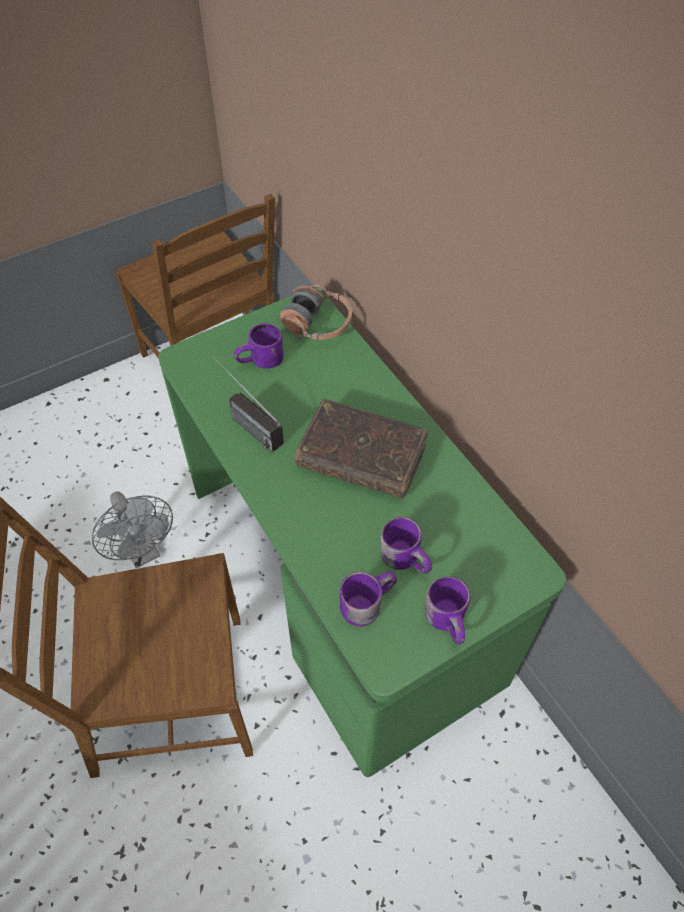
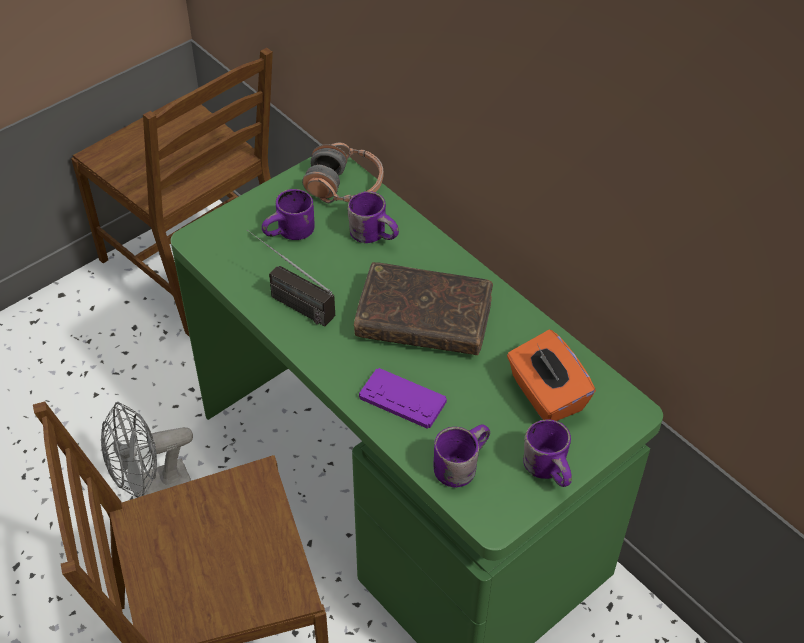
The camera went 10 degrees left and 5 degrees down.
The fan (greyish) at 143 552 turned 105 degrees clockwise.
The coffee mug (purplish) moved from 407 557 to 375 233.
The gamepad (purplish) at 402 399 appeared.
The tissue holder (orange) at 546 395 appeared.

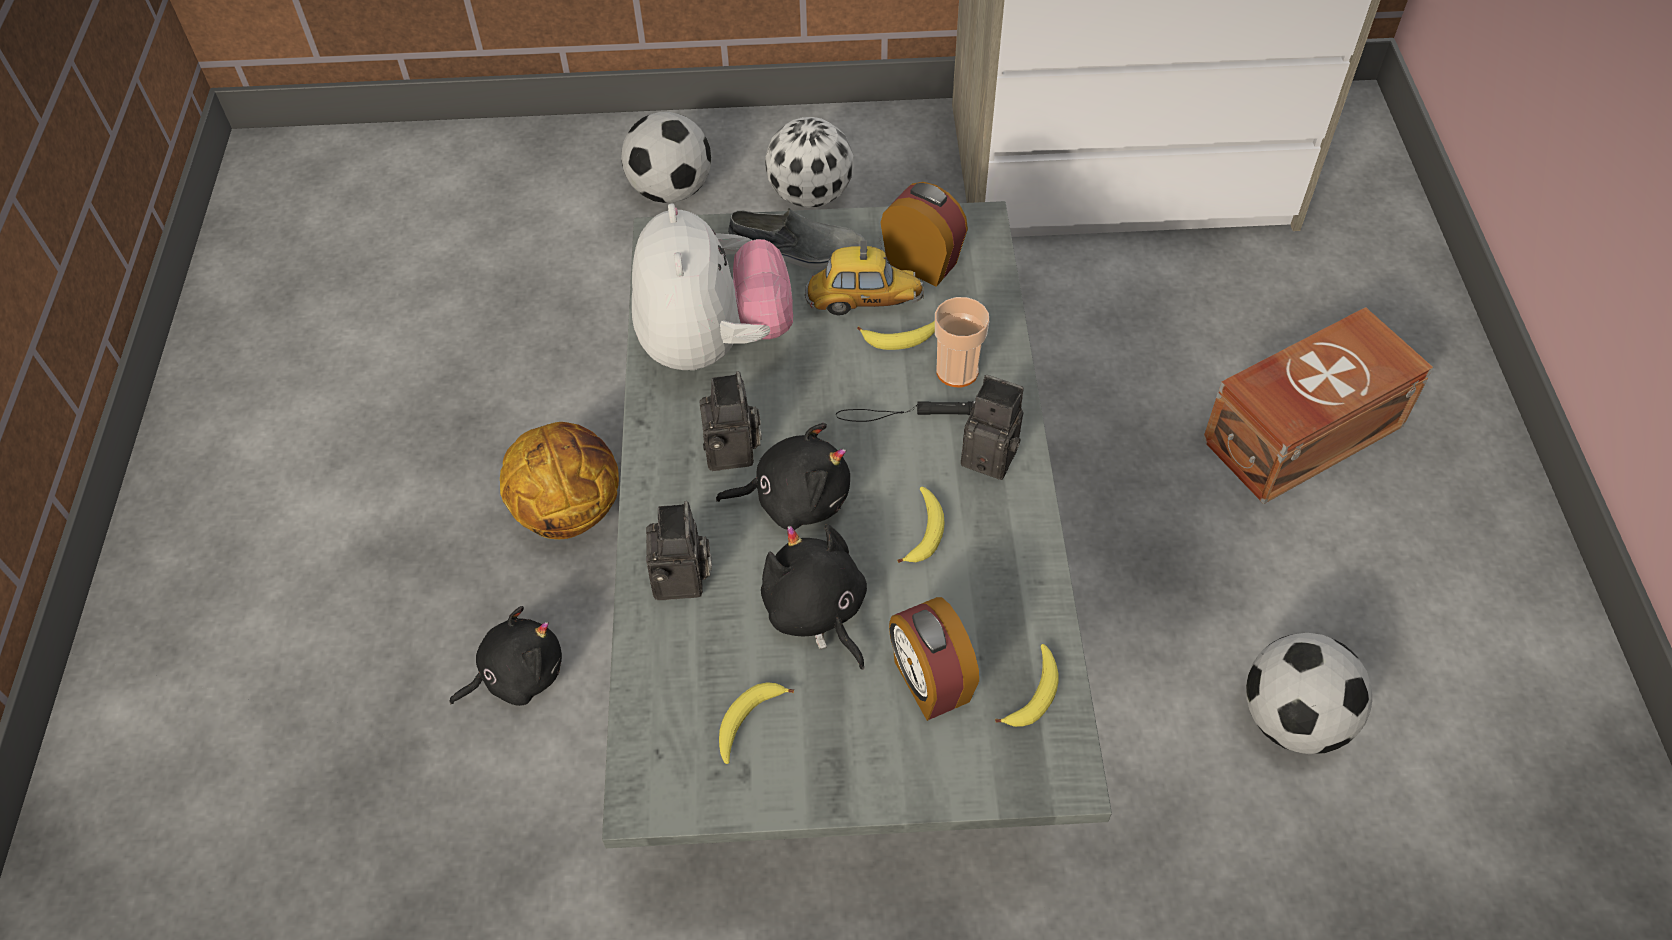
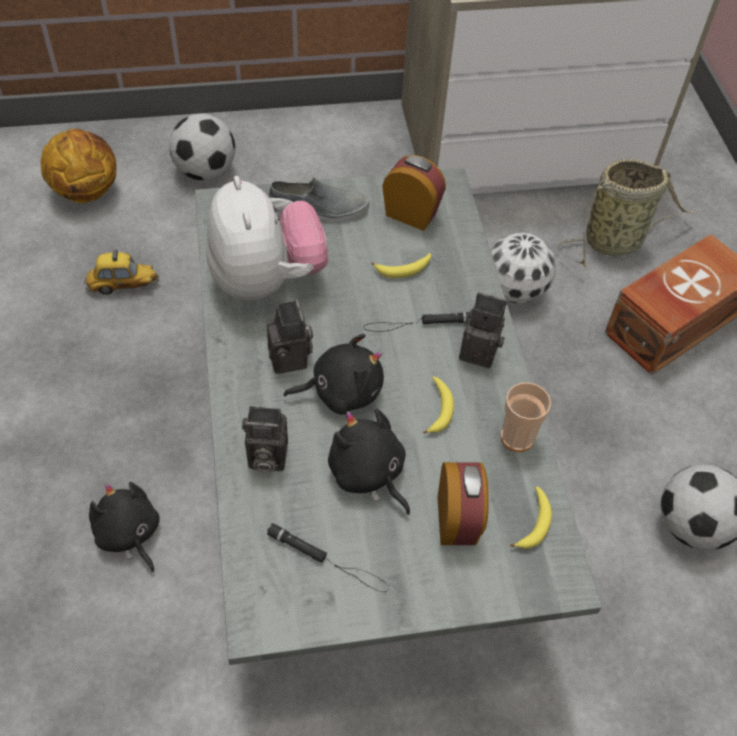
The camera went 10 degrees left and 0 degrees up.
The cuddly toy (black-coloured) at 517 675 turned 90 degrees counterclockwise.
The ball for basketball moved from 569 510 to 86 191.
The still camera at 682 581 turned 105 degrees clockwise.
The banana at 748 722 was replaced by the hand torch (black-coloured) at 328 560.
The ball for football moved from 812 196 to 515 291.
The miniature car moved from 864 302 to 123 285.
The bedside clock at 929 682 turned 150 degrees counterclockwise.
The cup moved from 957 371 to 517 437.
The storage basket at 616 241 appeared.

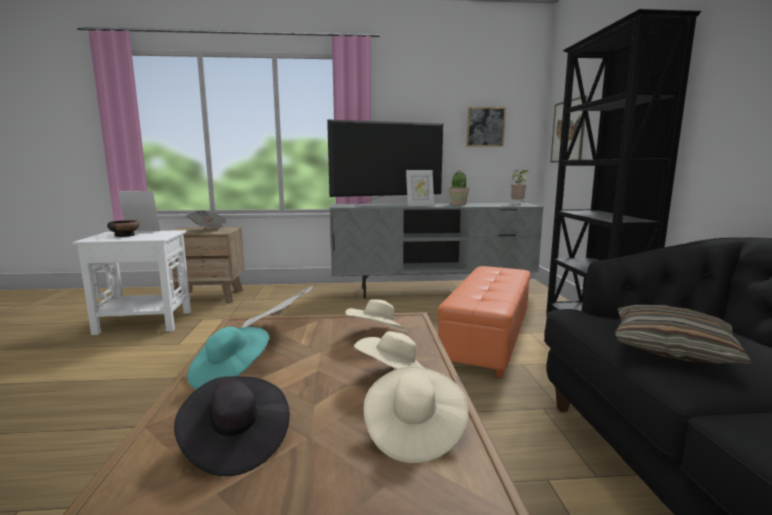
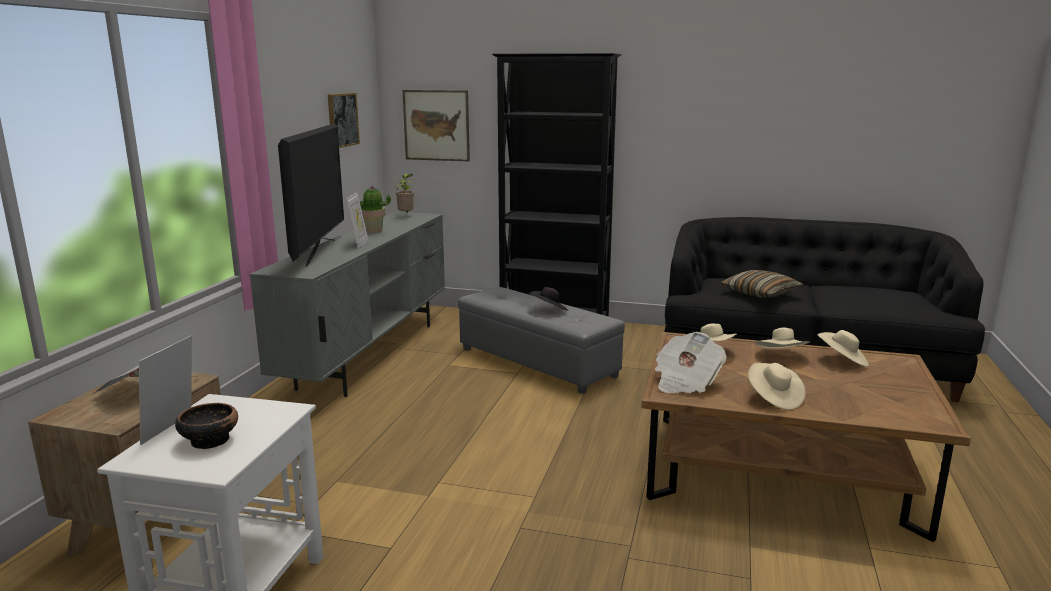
The camera went 70 degrees left and 5 degrees up.
The hat (black-coloured) moved from 235 443 to 549 310.
The hat (turquoise-coloured) at 229 374 became the hat (beige) at 774 398.
The pouffe (orange) at 489 339 became the pouffe (greyish) at 538 362.

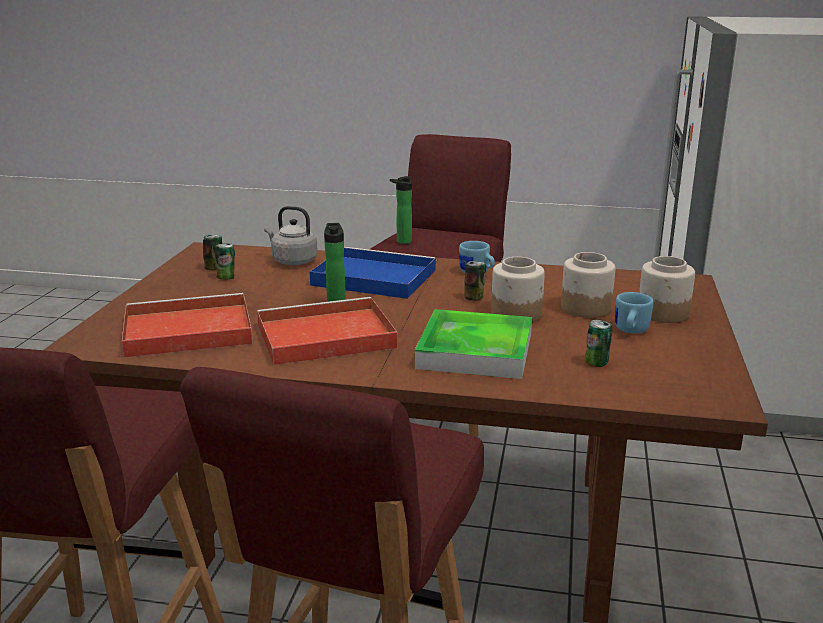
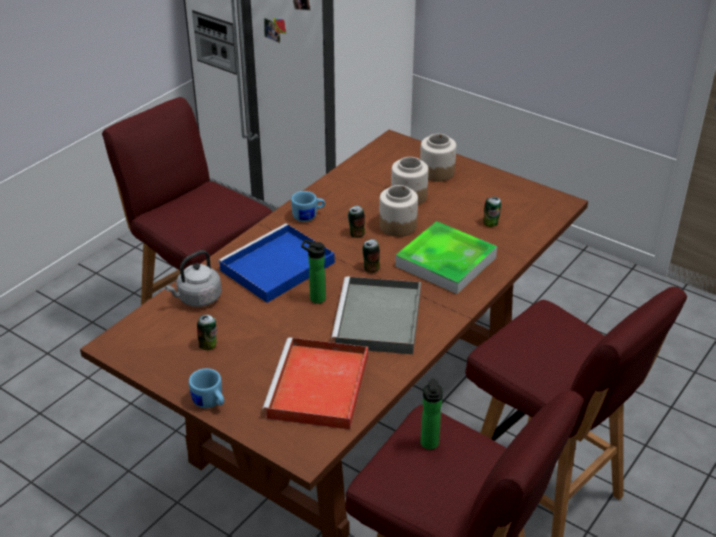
The camera went 65 degrees left and 15 degrees up.
The can moved from 214 268 to 371 268.
The tray (reddish) at 323 337 became the tray (greyish) at 379 320.
The beverage bottle moved from 401 242 to 429 445.
The coffee mug (blue) moved from 630 331 to 210 403.

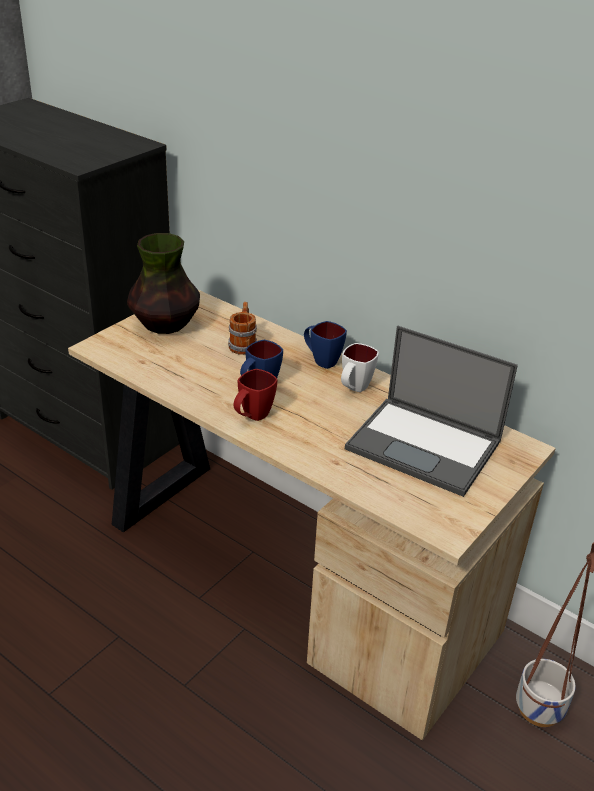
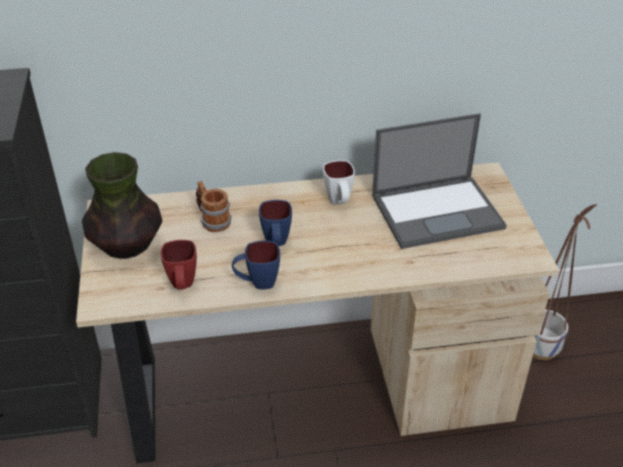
The camera went 45 degrees left and 5 degrees up.
The coffee mug (reddish) moved from 252 417 to 182 286.
The coffee mug (blue) moved from 321 360 to 257 283.

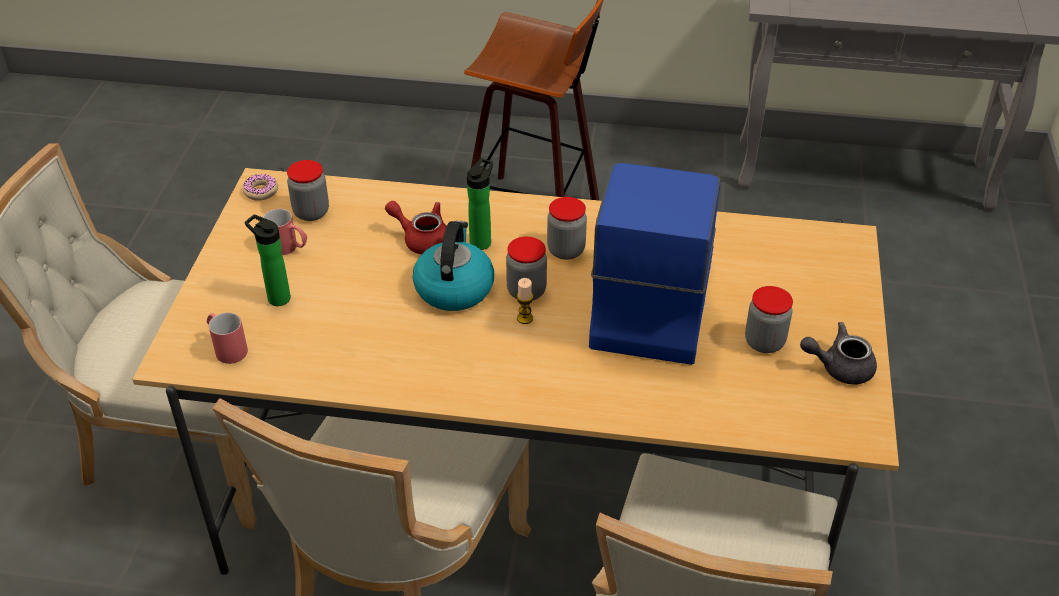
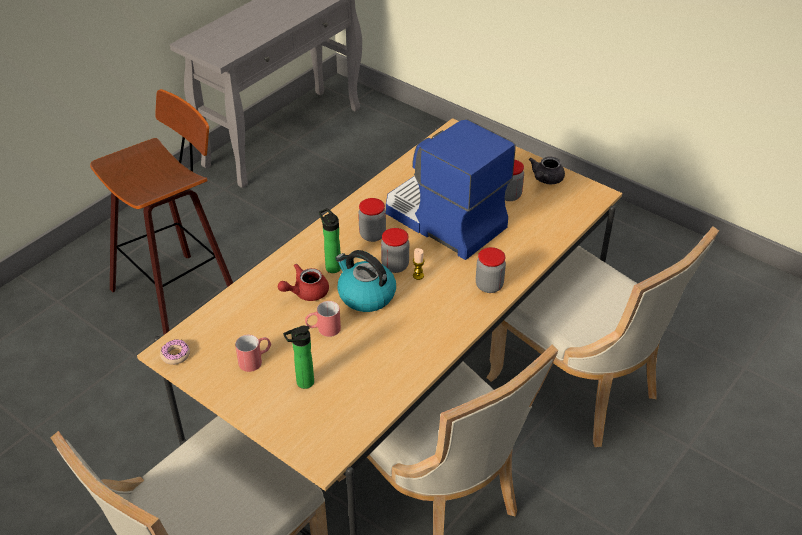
The camera went 60 degrees left and 0 degrees up.
The coffee mug (reddish) moved from 227 348 to 323 329.
The preserve jar moved from 311 212 to 489 285.

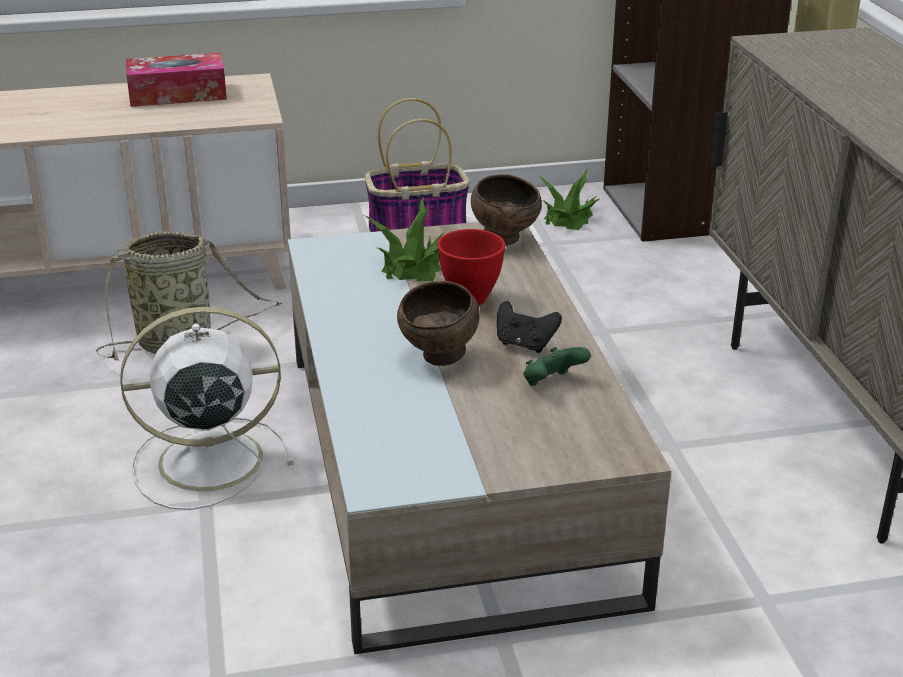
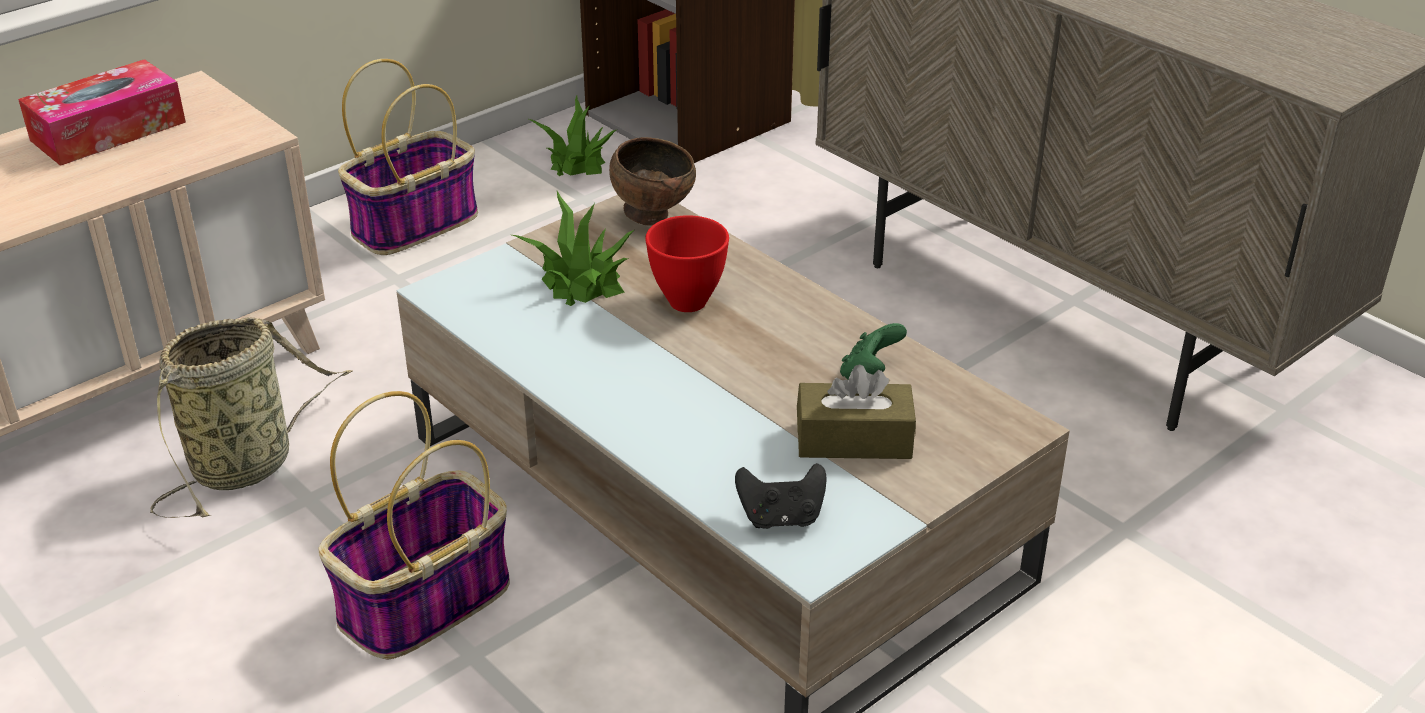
The camera went 30 degrees left and 5 degrees up.
The fan (white) at 205 461 was replaced by the storage basket at 424 604.
The serving bowl (brown) at 440 359 disappeared.
The gamepad (black-coloured) moved from 525 344 to 781 518.
The tissue holder (brown) at 854 440 appeared.

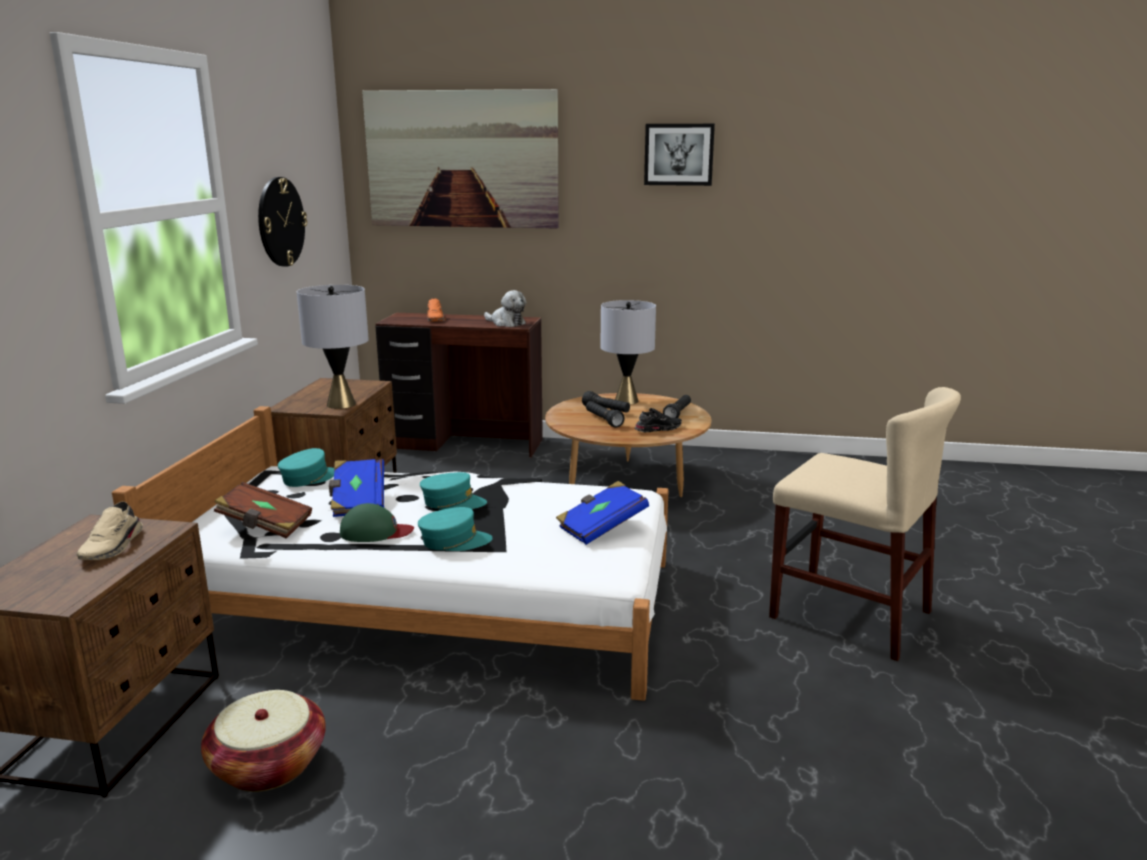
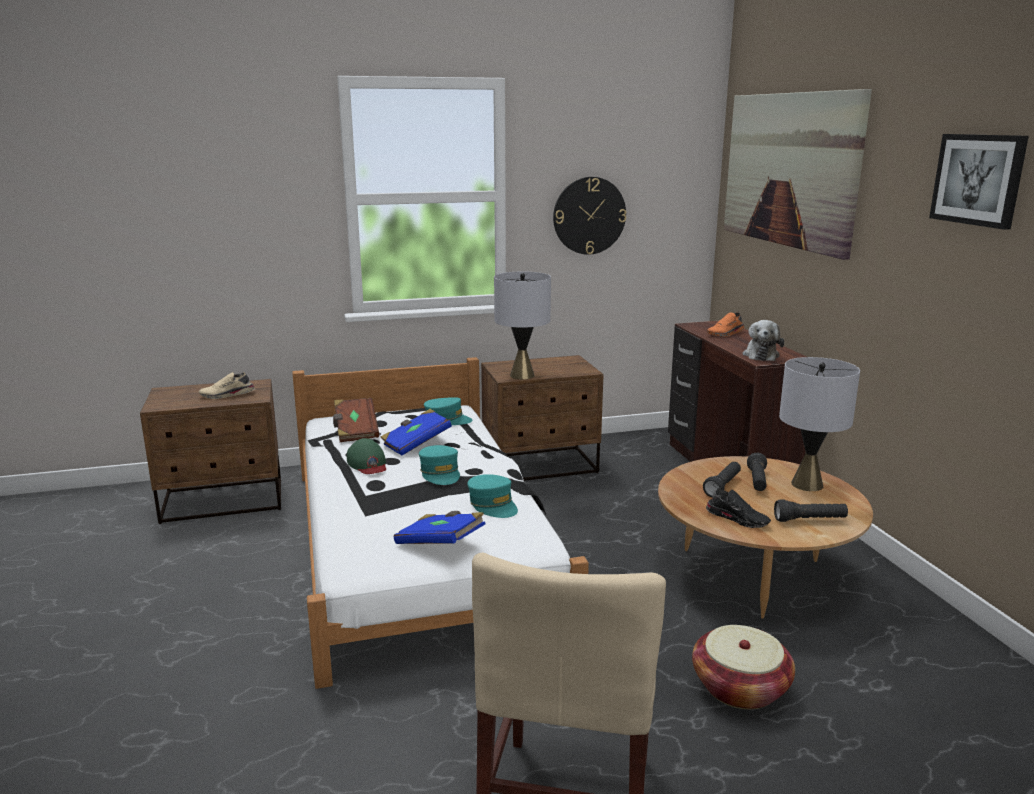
The camera went 65 degrees right and 0 degrees up.
The storage basket moved from 268 765 to 740 688.
The cap (turquoise-coloured) moved from 454 541 to 493 505.

